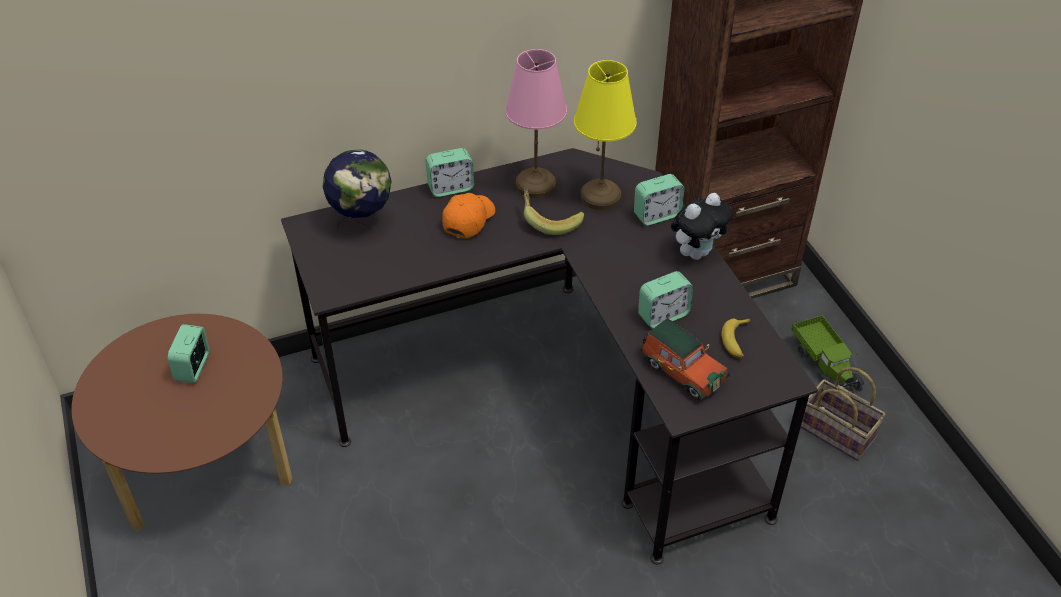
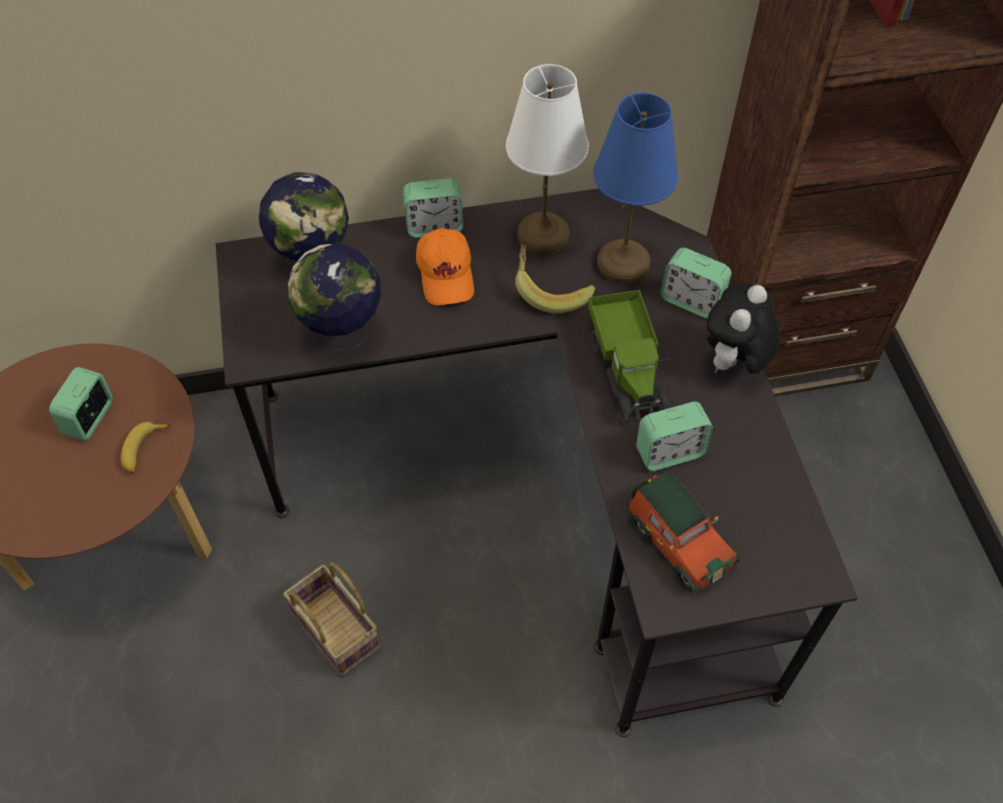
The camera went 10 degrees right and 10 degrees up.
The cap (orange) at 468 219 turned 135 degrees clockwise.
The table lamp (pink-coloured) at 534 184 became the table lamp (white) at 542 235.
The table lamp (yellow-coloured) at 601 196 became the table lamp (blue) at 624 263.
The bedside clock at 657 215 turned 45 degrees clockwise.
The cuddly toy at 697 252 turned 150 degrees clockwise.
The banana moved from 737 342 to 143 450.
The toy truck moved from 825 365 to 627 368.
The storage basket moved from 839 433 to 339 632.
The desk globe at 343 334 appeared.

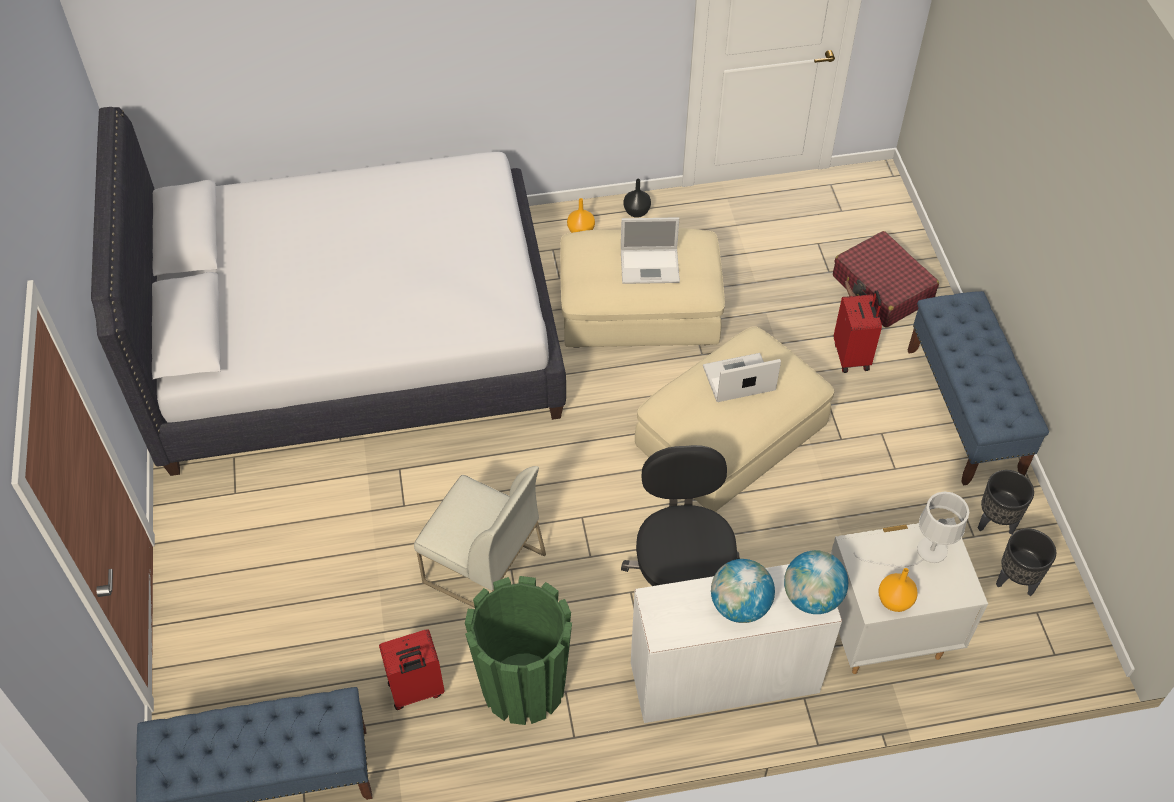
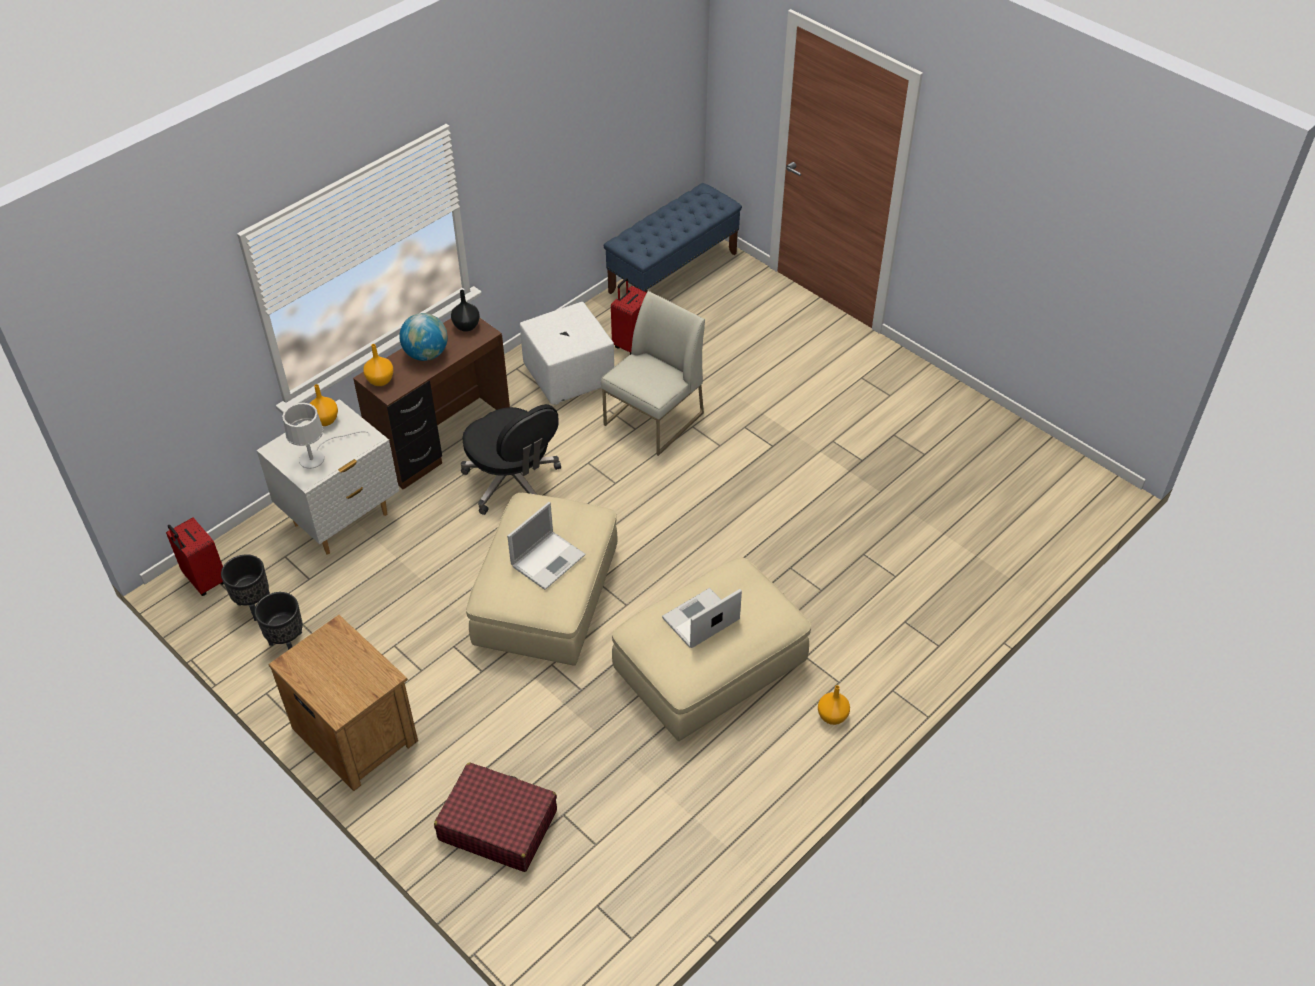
The camera went 145 degrees right and 5 degrees down.
The bedroom bed (white) at 354 342 disappeared.
The chair (white) at 483 568 turned 135 degrees clockwise.
The planter (green) at 523 686 was replaced by the pouffe (white) at 569 376.
The flower vase (black-coloured) moved from 636 212 to 467 326.
The desk unit (white) at 723 676 became the desk unit (brown) at 443 442.
The desk globe at 812 597 was replaced by the flower vase (orange) at 380 380.
The piece of luggage (reddish) moved from 852 356 to 204 580.
The bench (blue) at 964 411 was replaced by the night table (brown) at 355 732.

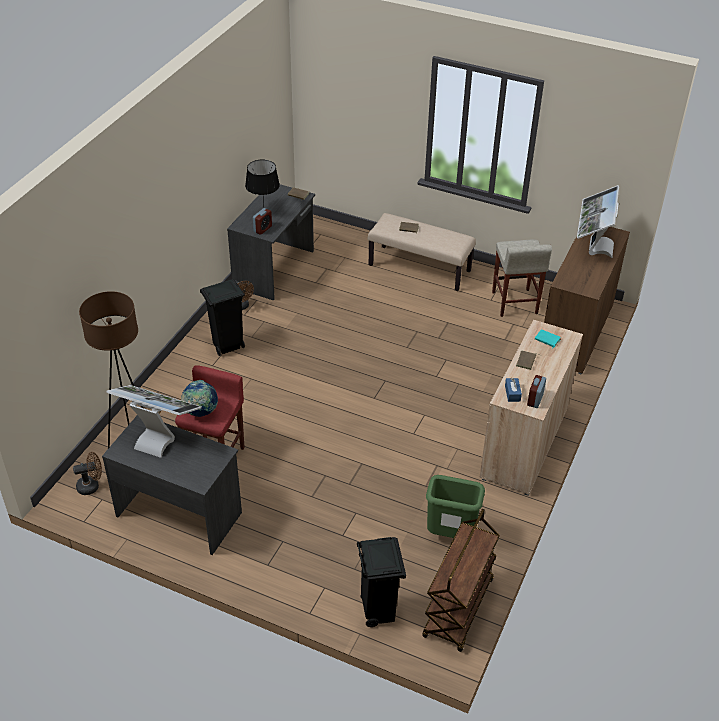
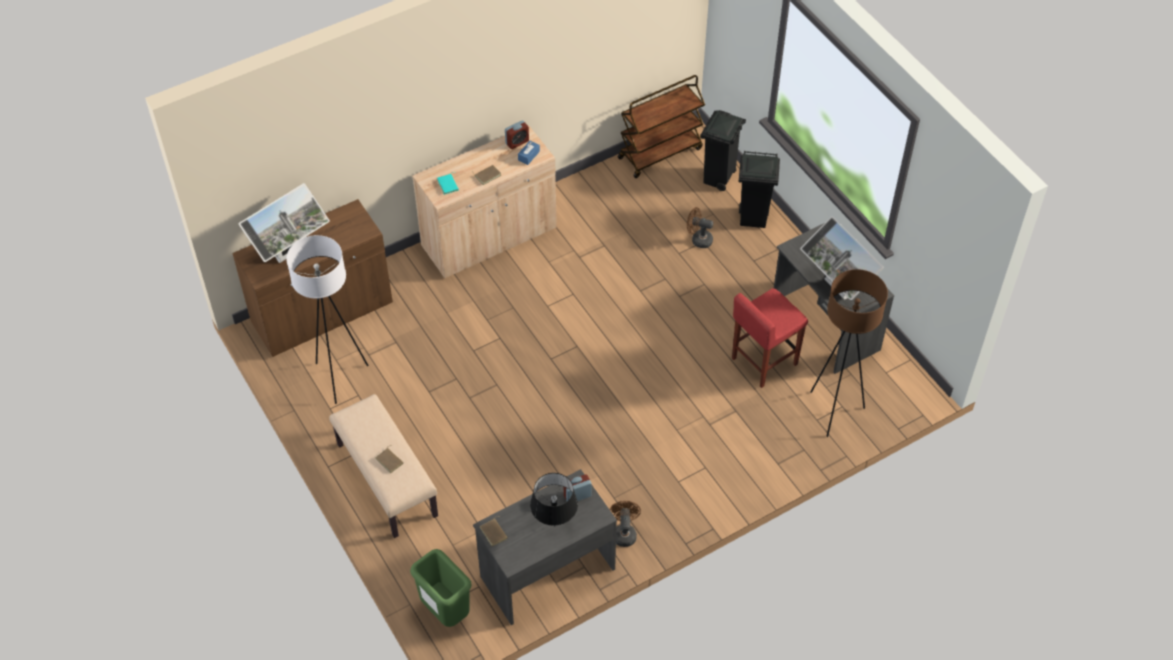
The camera went 145 degrees left and 10 degrees up.
The fan (brown) moved from 91 486 to 698 240.
The desk globe at 200 412 disappeared.
The rubbish bin (black-coloured) moved from 227 346 to 753 218.
The rubbish bin (green) moved from 451 535 to 445 611.
The stool (beige) at 514 303 was replaced by the floor lamp (white) at 339 378.

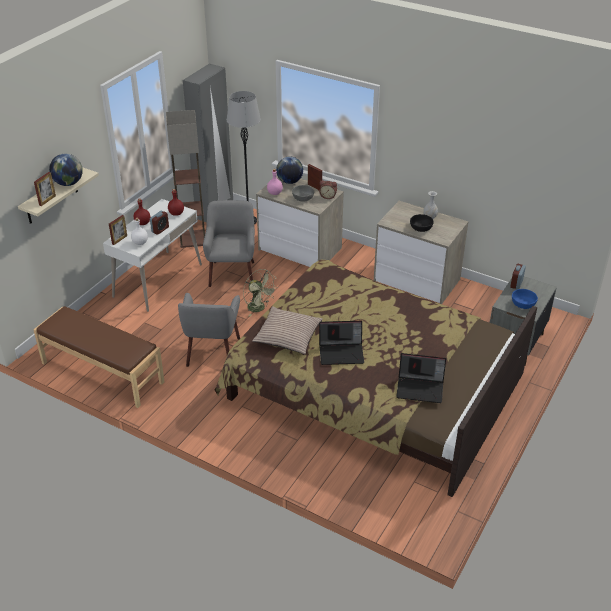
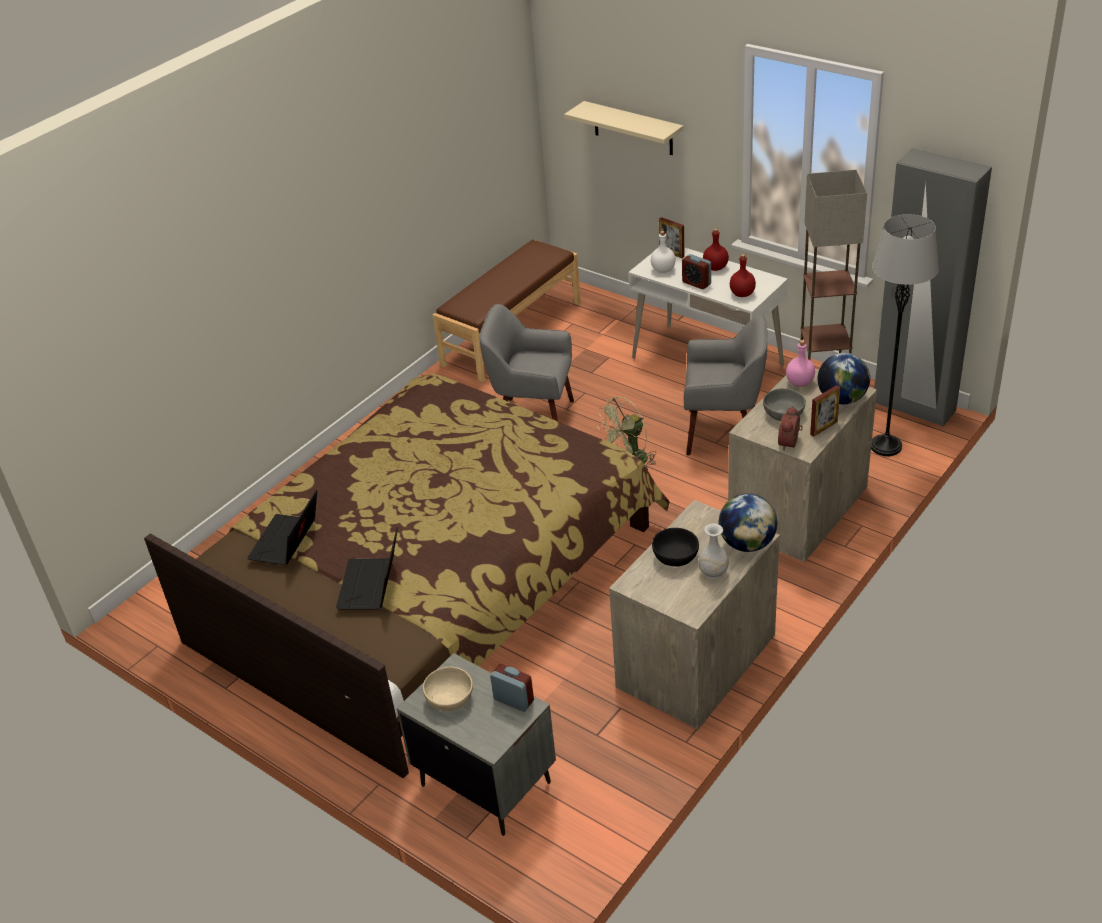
The camera went 100 degrees right and 0 degrees up.
The picture frame at 47 200 disappeared.
The desk globe moved from 68 183 to 747 544.
The throw pillow at 288 336 disappeared.
The portable computer moved from 342 352 to 371 586.
The serving bowl (blue) at 523 304 became the serving bowl (beige) at 450 698.

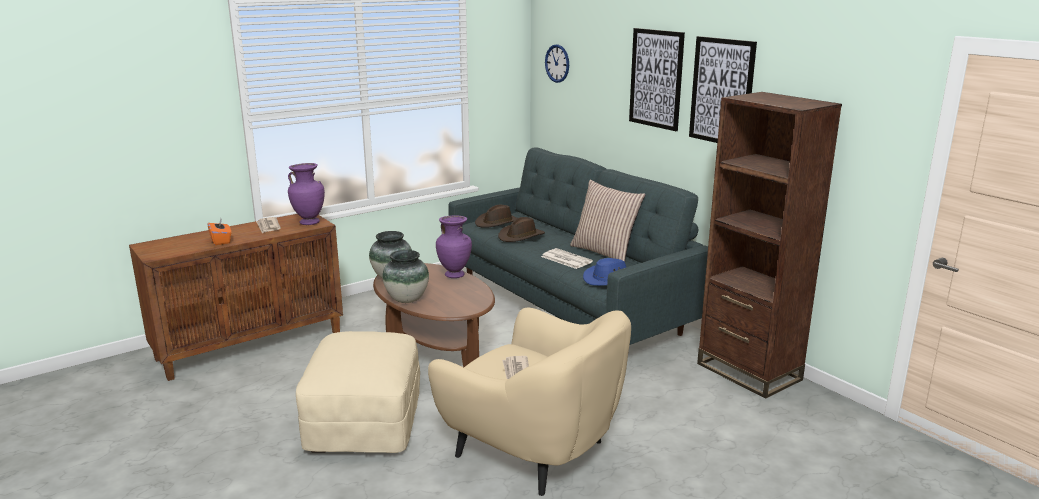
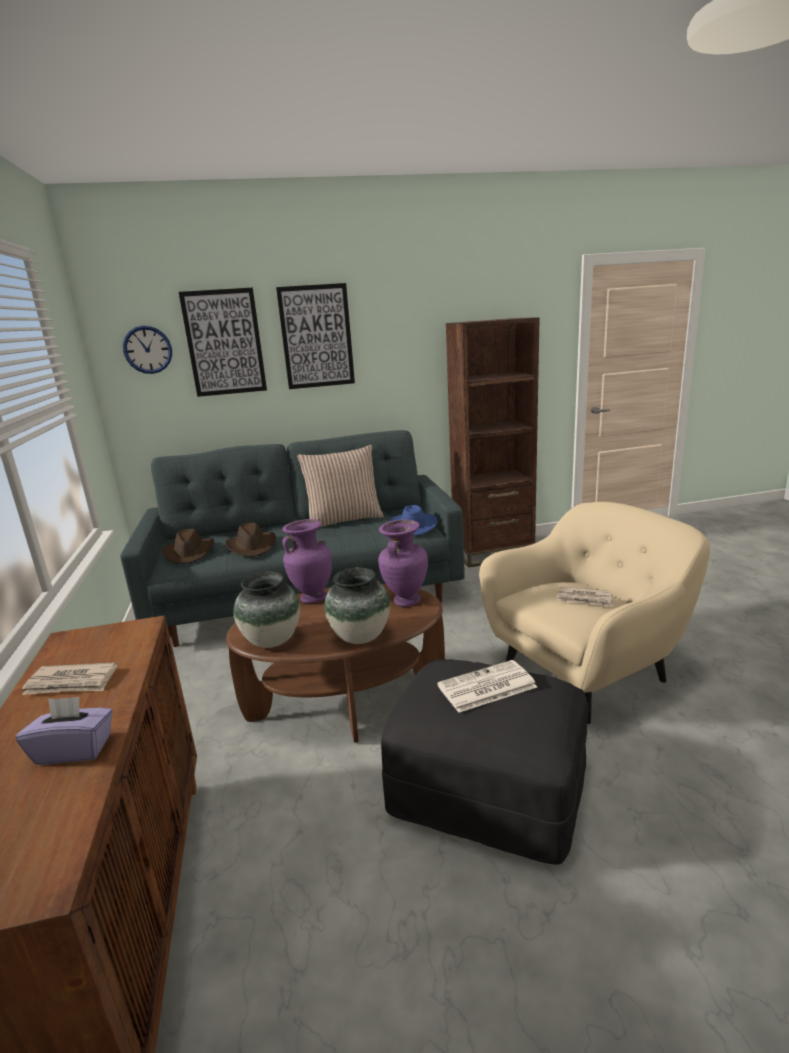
The camera went 65 degrees left and 0 degrees up.
The tissue holder (orange) at 221 241 became the tissue holder (purplish) at 74 750.
The flower vase (purplish) moved from 309 222 to 405 601.
The pouffe (beige) at 364 422 became the pouffe (black-coloured) at 486 792.
The newspaper moved from 565 259 to 486 687.
The picture moved from 722 91 to 224 343.

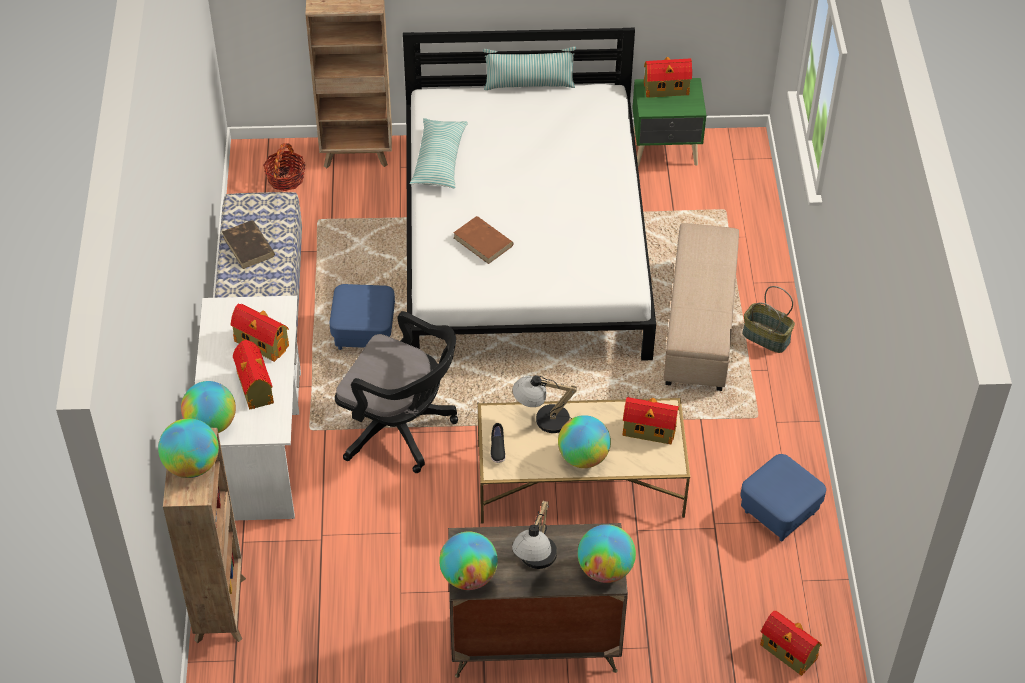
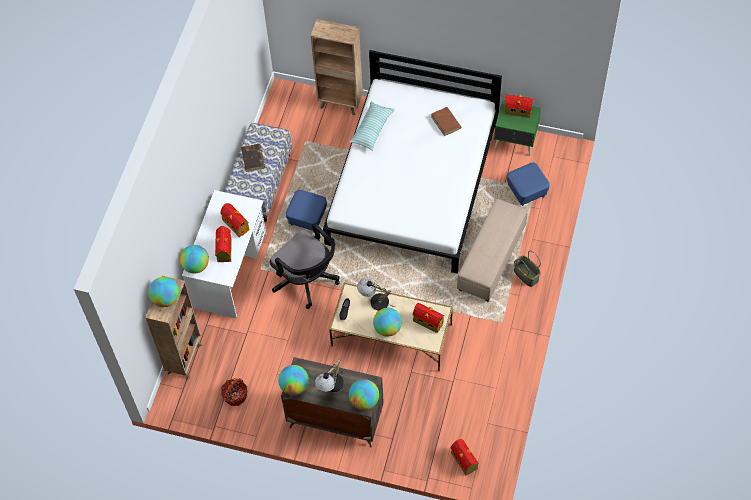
The camera went 20 degrees right and 10 degrees up.
The storage basket moved from 286 178 to 235 395.
The bound book (brown) moved from 483 242 to 446 122.
The throw pillow at 529 84 disappeared.
The pouffe (blue) moved from 779 512 to 526 191.

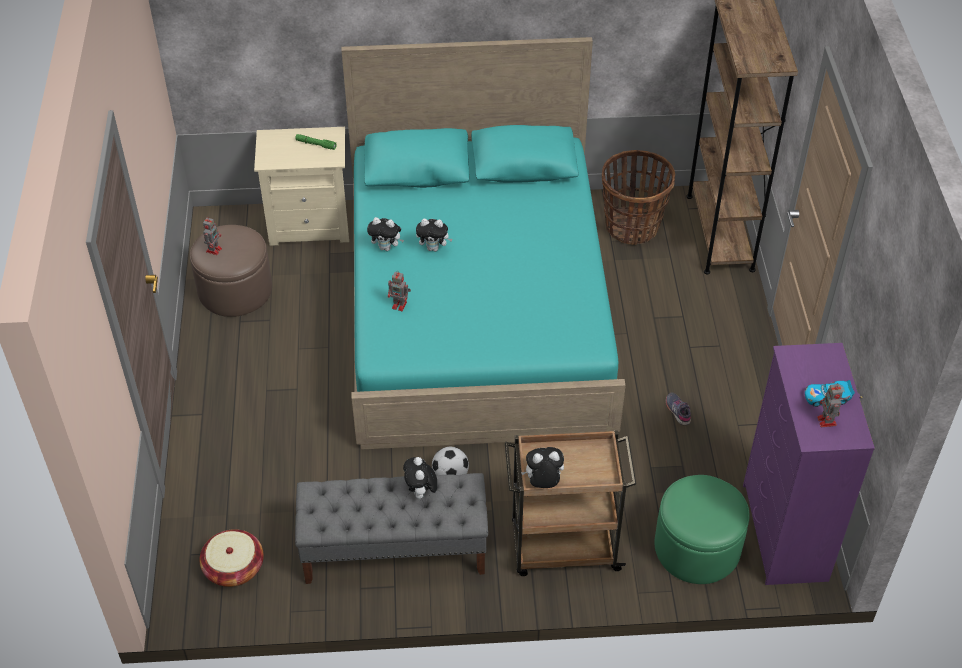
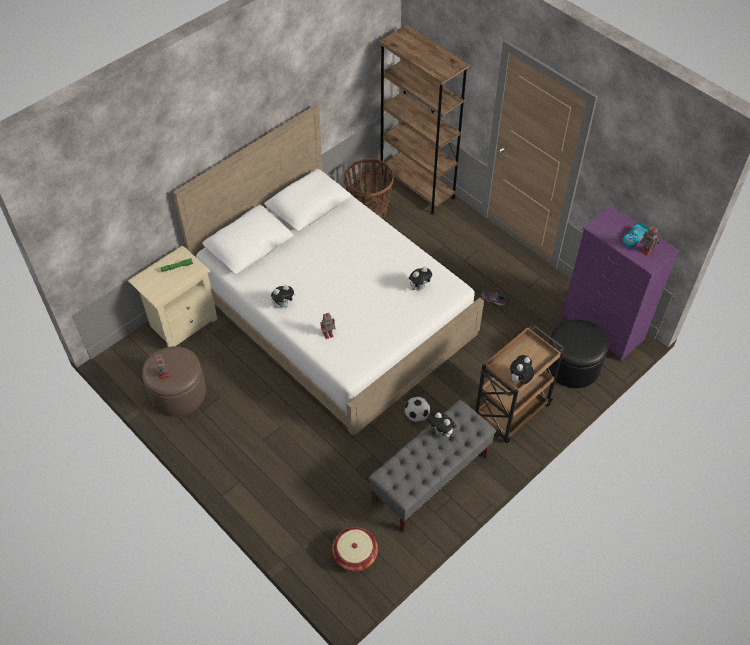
The camera went 40 degrees left and 5 degrees up.
The bedroom bed (turquoise-coloured) at 478 311 became the bedroom bed (white) at 336 312.
The cuddly toy moved from 434 248 to 419 287.
The pouffe (green) at 697 548 became the pouffe (black-coloured) at 572 365.

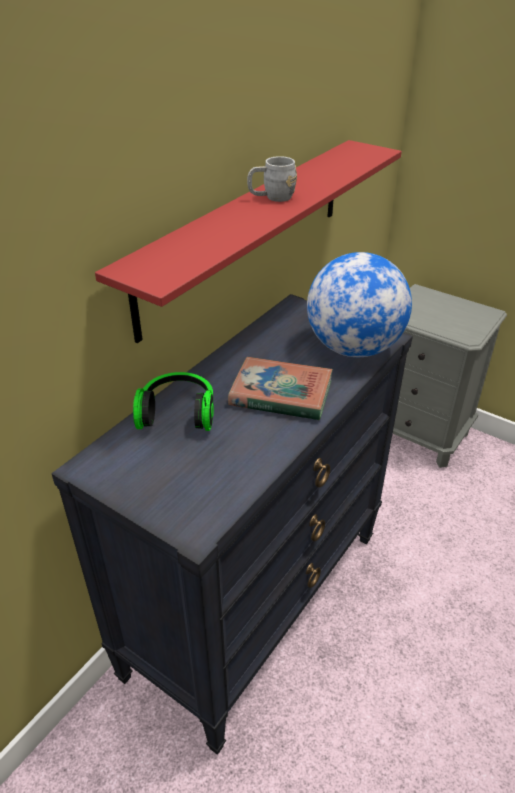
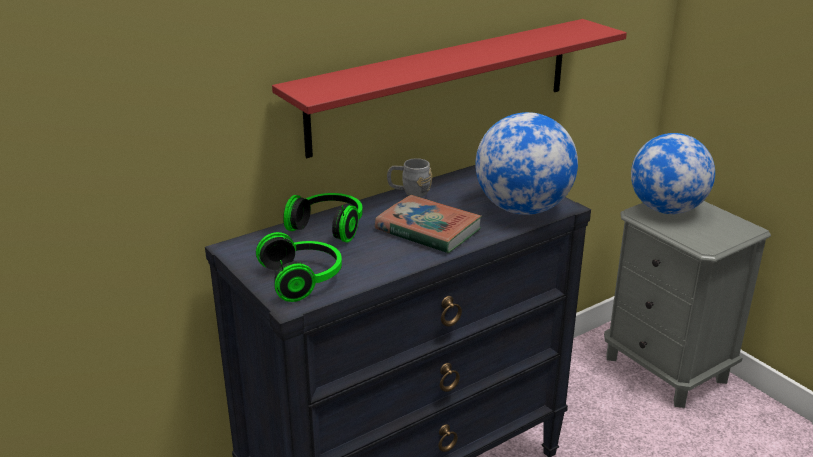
The camera went 20 degrees right and 10 degrees down.
The coffee mug (greyish) moved from 272 197 to 409 192.
The headset at 304 279 appeared.
The desk globe at 666 209 appeared.

